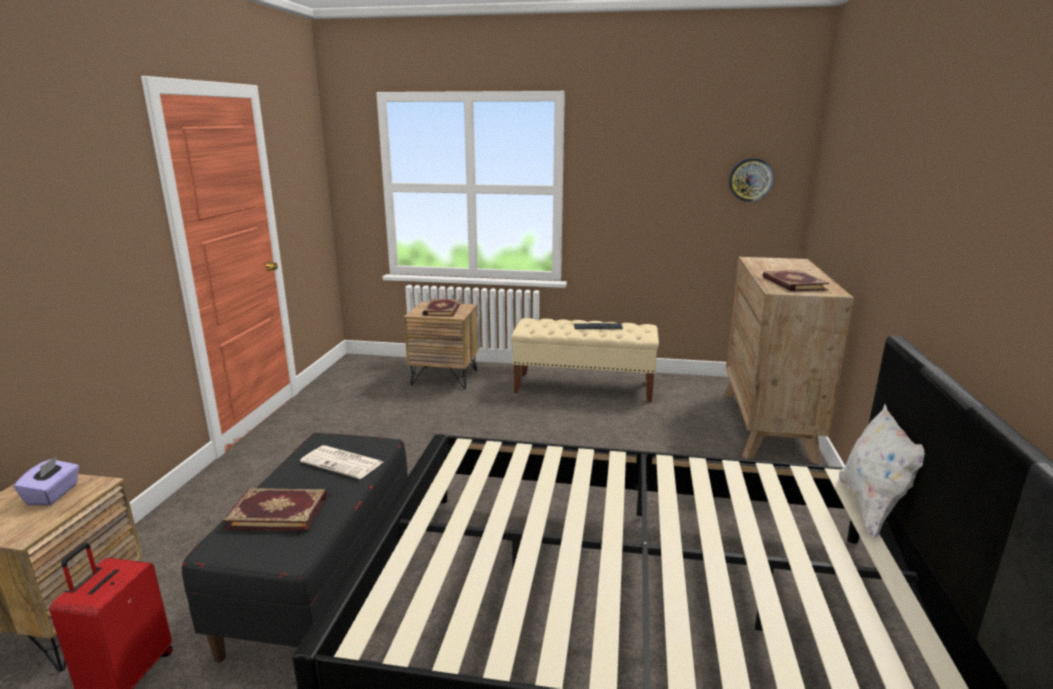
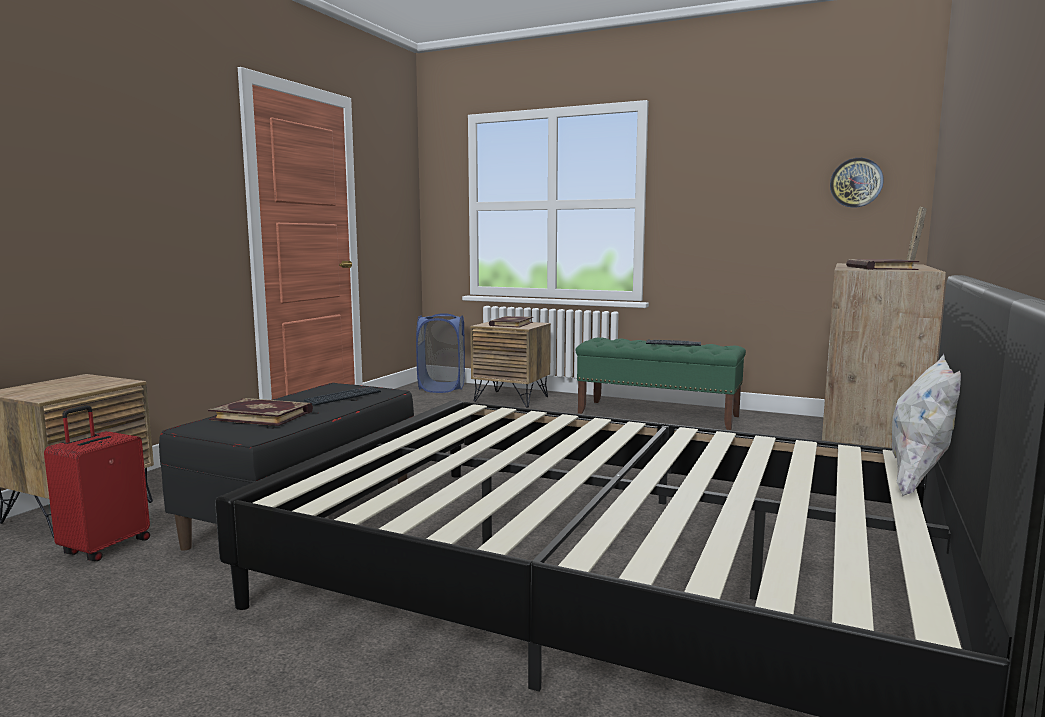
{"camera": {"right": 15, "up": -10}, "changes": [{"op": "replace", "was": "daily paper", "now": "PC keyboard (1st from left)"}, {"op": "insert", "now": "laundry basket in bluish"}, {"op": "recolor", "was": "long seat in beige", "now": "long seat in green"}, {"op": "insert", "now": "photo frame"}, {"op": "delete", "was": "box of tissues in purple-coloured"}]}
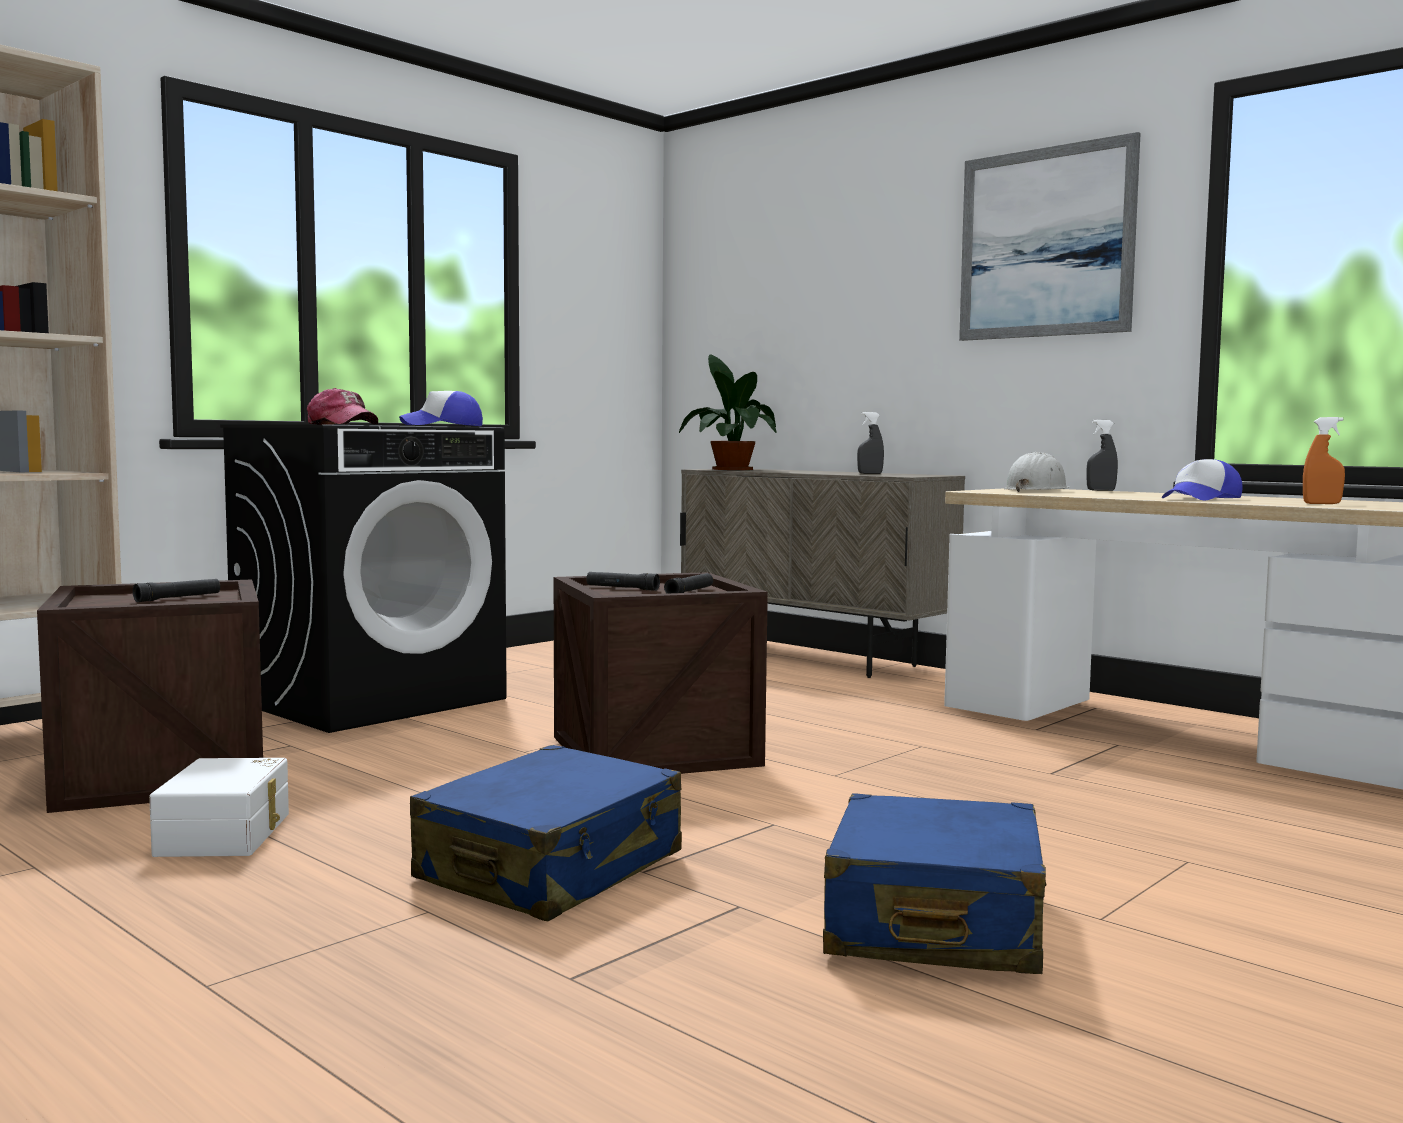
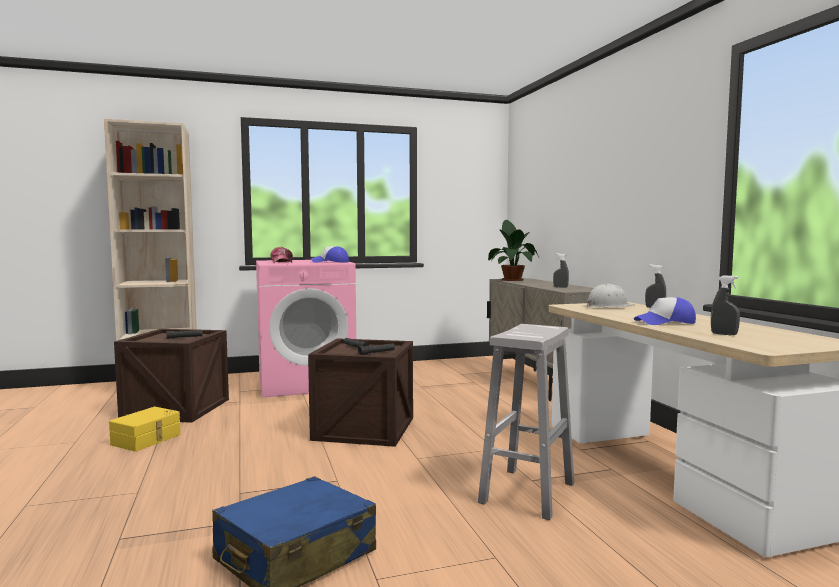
{"camera": {"right": 30, "up": 0}, "changes": [{"op": "recolor", "was": "storage bin in white", "now": "storage bin in yellowish"}, {"op": "recolor", "was": "laundry machine in black-coloured", "now": "laundry machine in pink-coloured"}, {"op": "insert", "now": "stool in white"}, {"op": "recolor", "was": "spray bottle in orange", "now": "spray bottle in greyish (3rd from left)"}, {"op": "delete", "was": "travel case in bluish (1st from left)"}, {"op": "delete", "was": "wall art"}]}
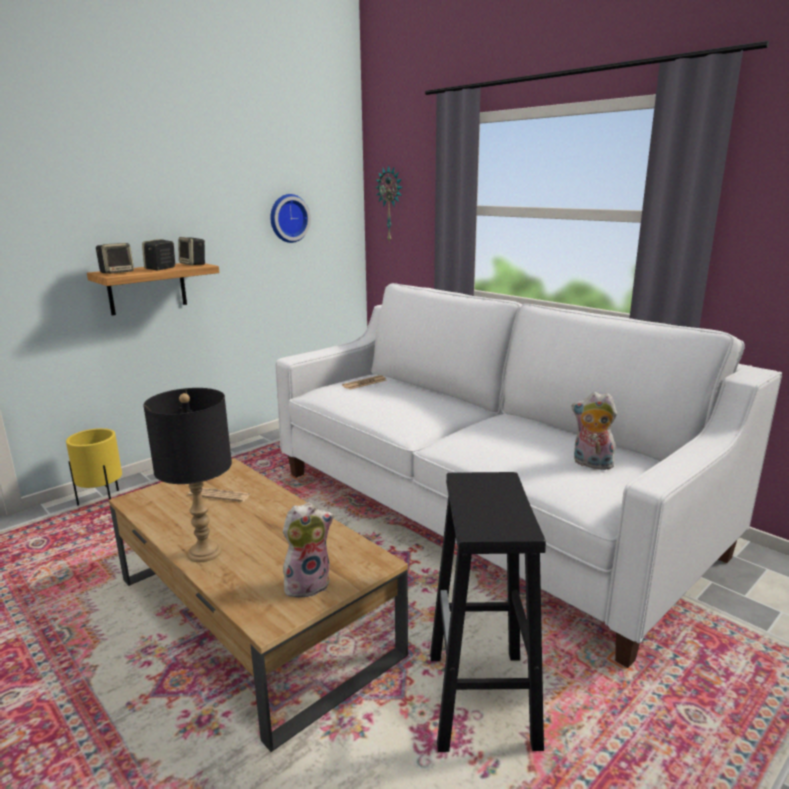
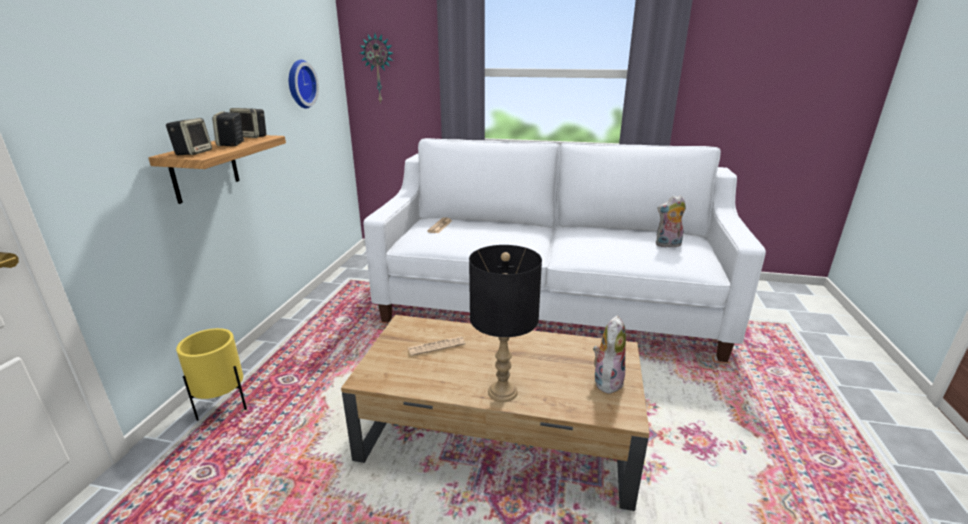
{"camera": {"right": -35, "up": 5}, "changes": [{"op": "delete", "was": "stool in black-coloured"}]}
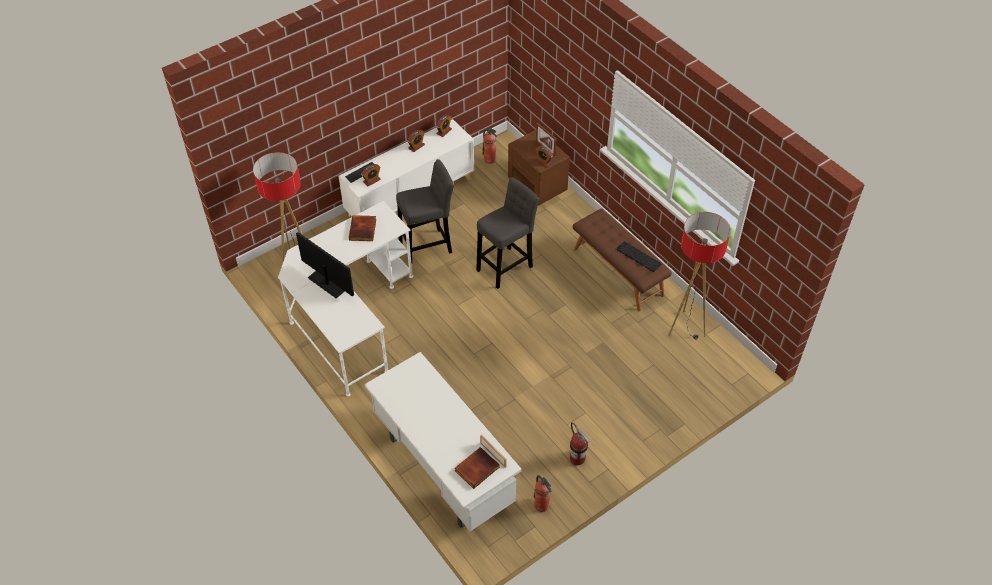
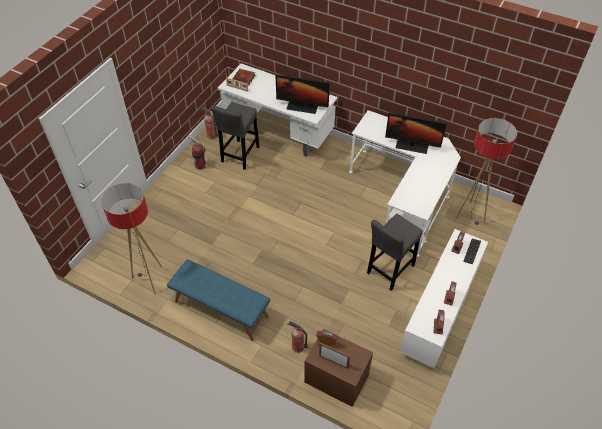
{"camera": {"right": 155, "up": 0}, "changes": [{"op": "recolor", "was": "long seat in brown", "now": "long seat in bluish"}, {"op": "move", "was": "stool in greyish (2nd from left in the first image)", "now": "stool in greyish (1st from left)"}, {"op": "insert", "now": "computer screen (1st from left)"}, {"op": "move", "was": "fire-fighting cylinder (1st from left in the first image)", "now": "fire-fighting cylinder (3rd from left)"}, {"op": "delete", "was": "book (1st from left)"}, {"op": "delete", "was": "PC keyboard (2nd from left)"}]}
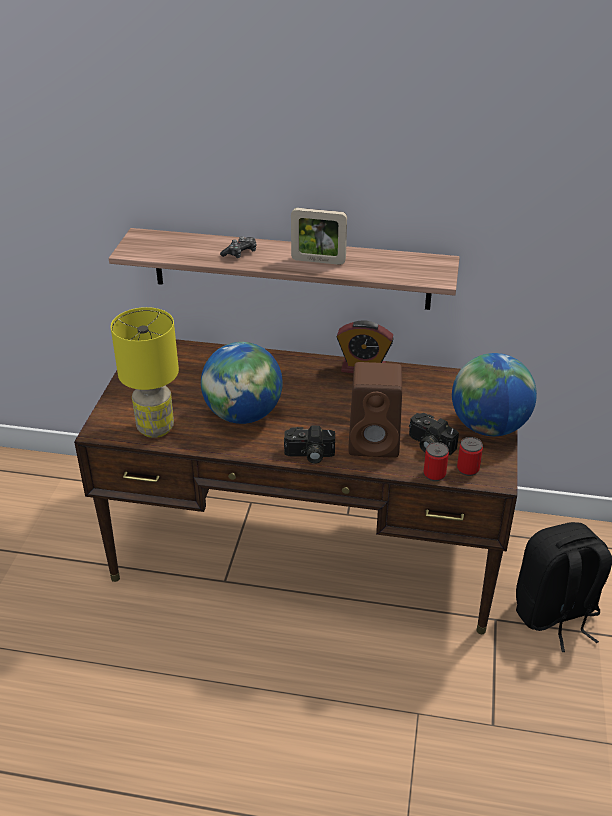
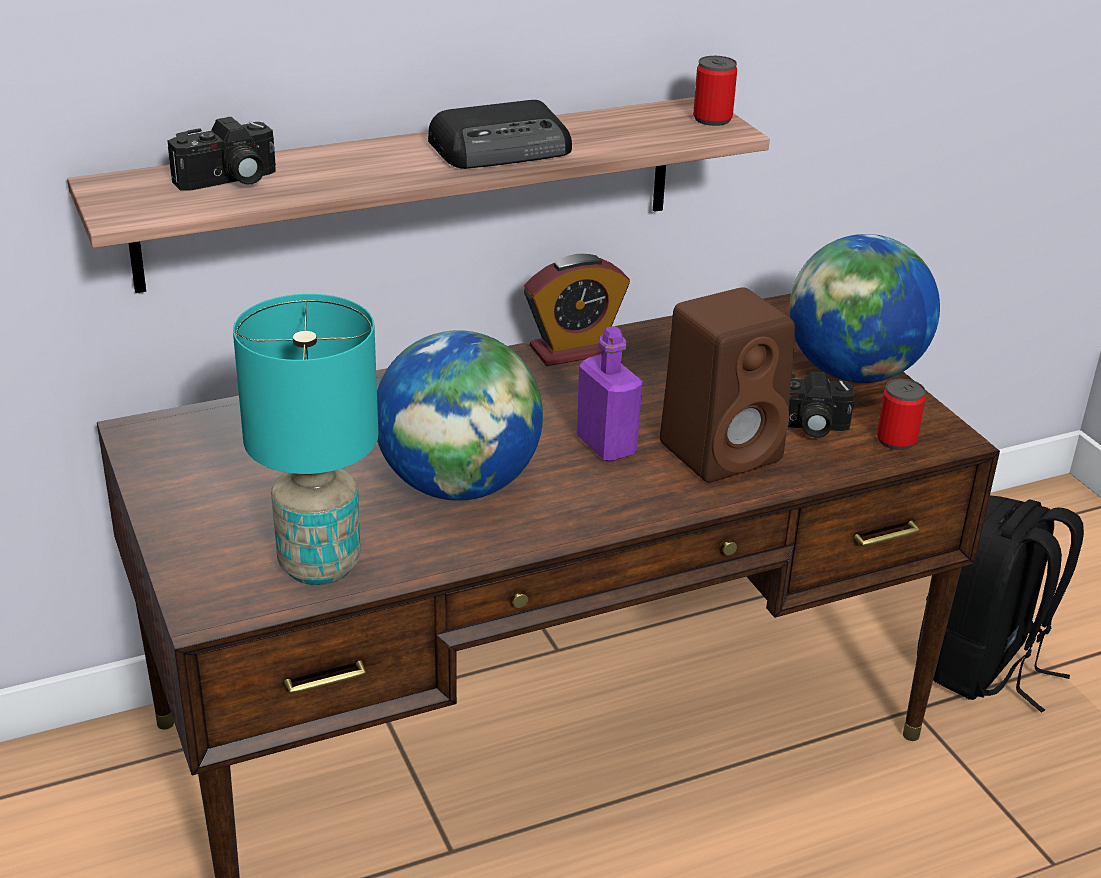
{"camera": {"right": -35, "up": -5}, "changes": [{"op": "move", "was": "still camera (1st from left)"}, {"op": "recolor", "was": "table lamp in yellowish", "now": "table lamp in turquoise"}, {"op": "replace", "was": "photo frame", "now": "radio receiver"}, {"op": "insert", "now": "drink bottle in purple-coloured"}, {"op": "move", "was": "sealed can (1st from left)"}, {"op": "delete", "was": "gamepad"}]}
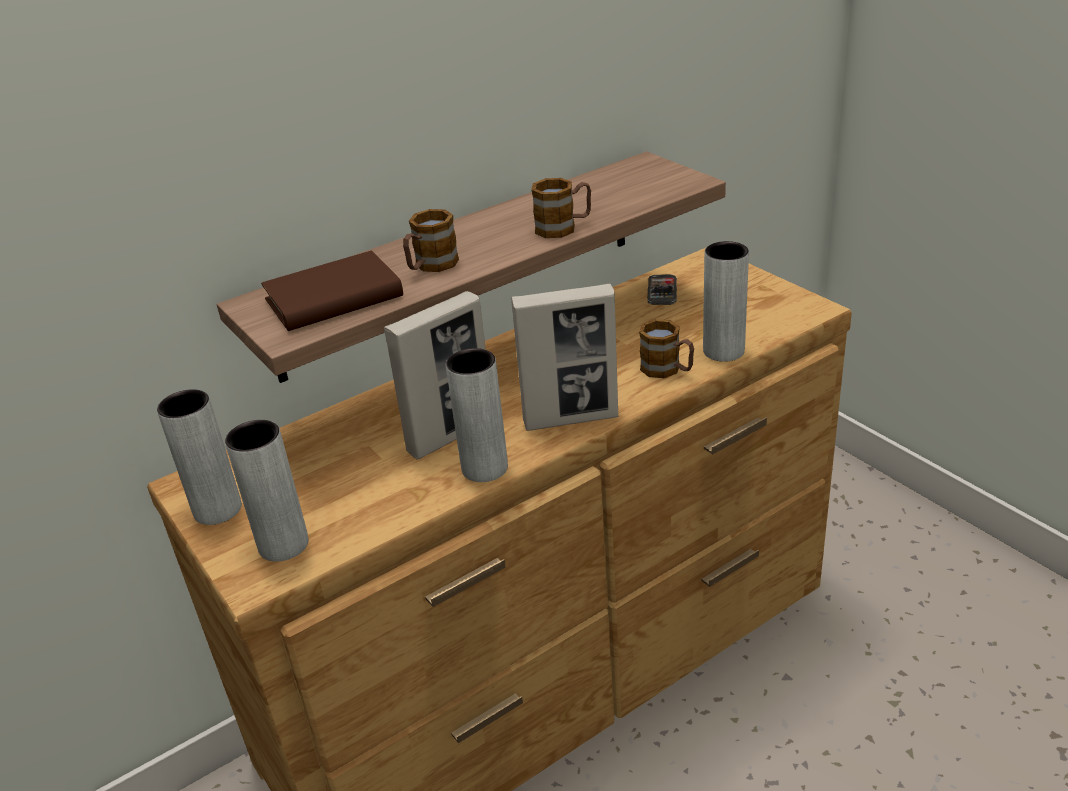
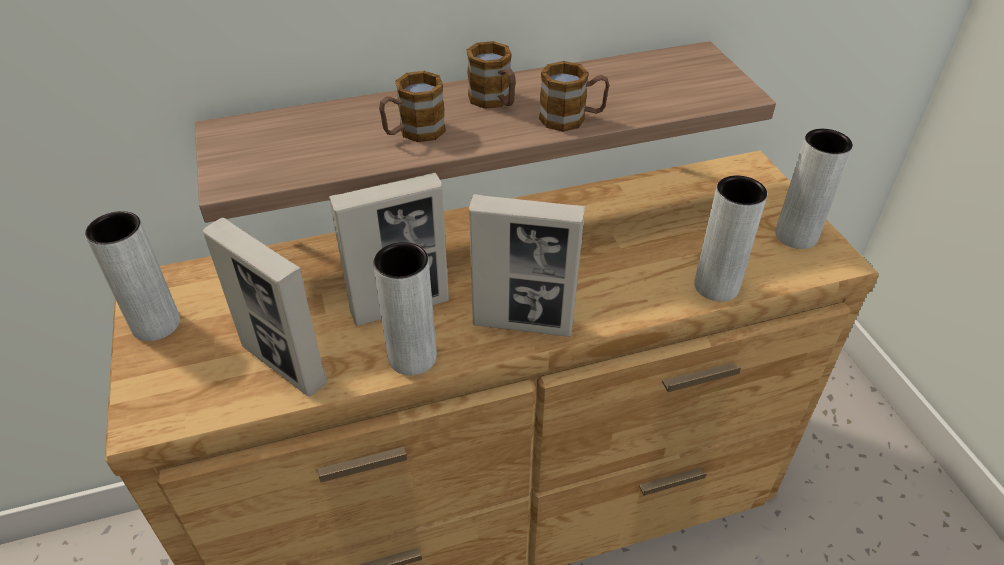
{"camera": {"right": 15, "up": 10}, "changes": [{"op": "insert", "now": "photo frame (1st from left)"}, {"op": "move", "was": "tea mug (3rd from left in the first image)", "now": "tea mug (2nd from left)"}, {"op": "move", "was": "decorative vase in greyish (2nd from left in the first image)", "now": "decorative vase in greyish (4th from left)"}, {"op": "delete", "was": "book in brown"}, {"op": "delete", "was": "telephone"}]}
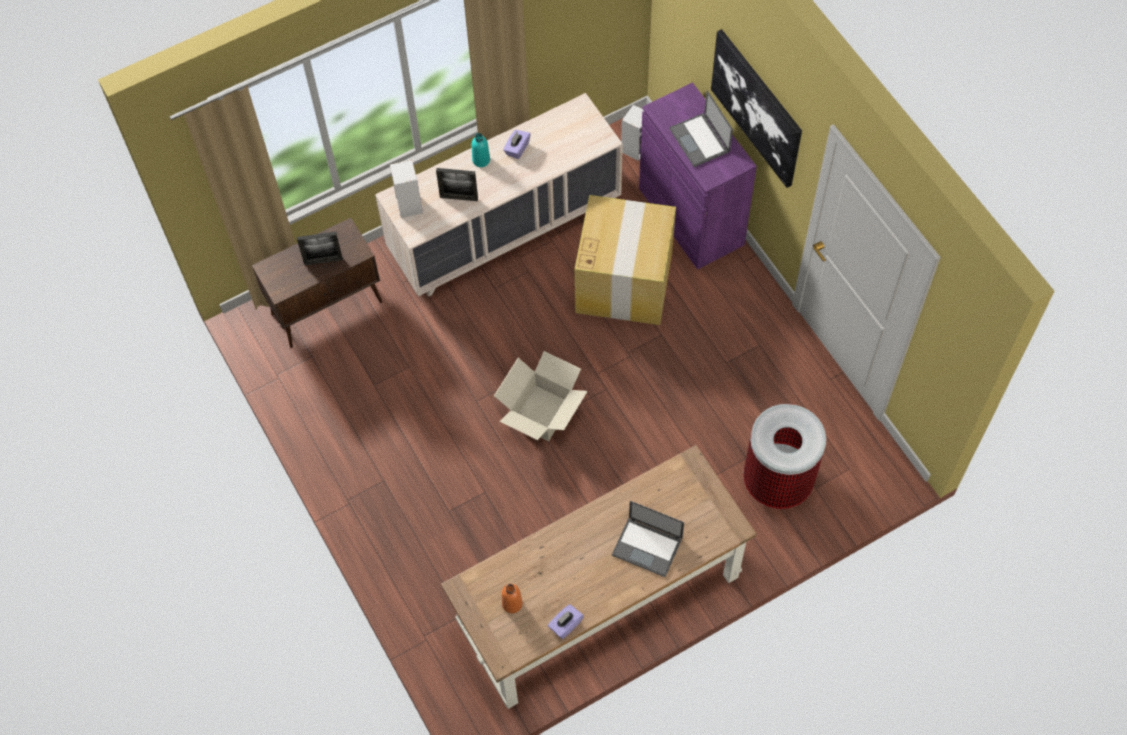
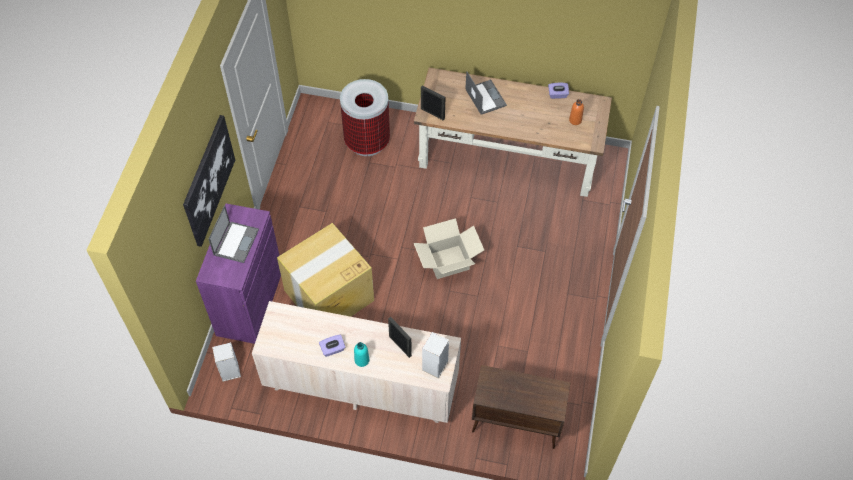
{"camera": {"right": -140, "up": -5}, "changes": [{"op": "move", "was": "photo frame (1st from left in the first image)", "now": "photo frame (2nd from left)"}]}
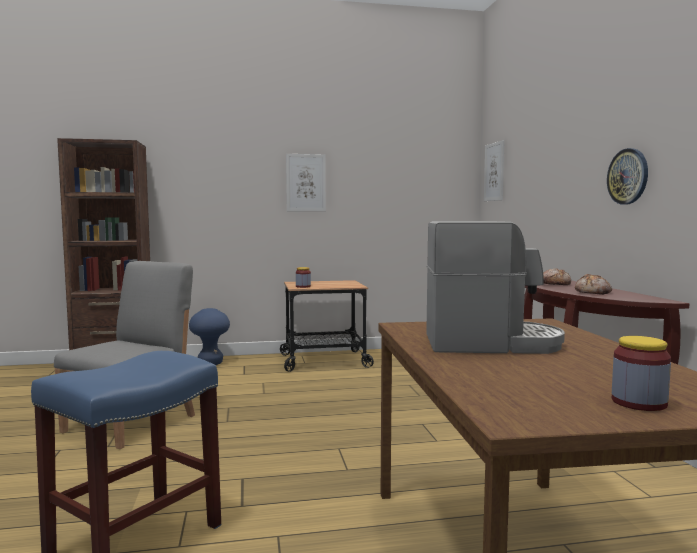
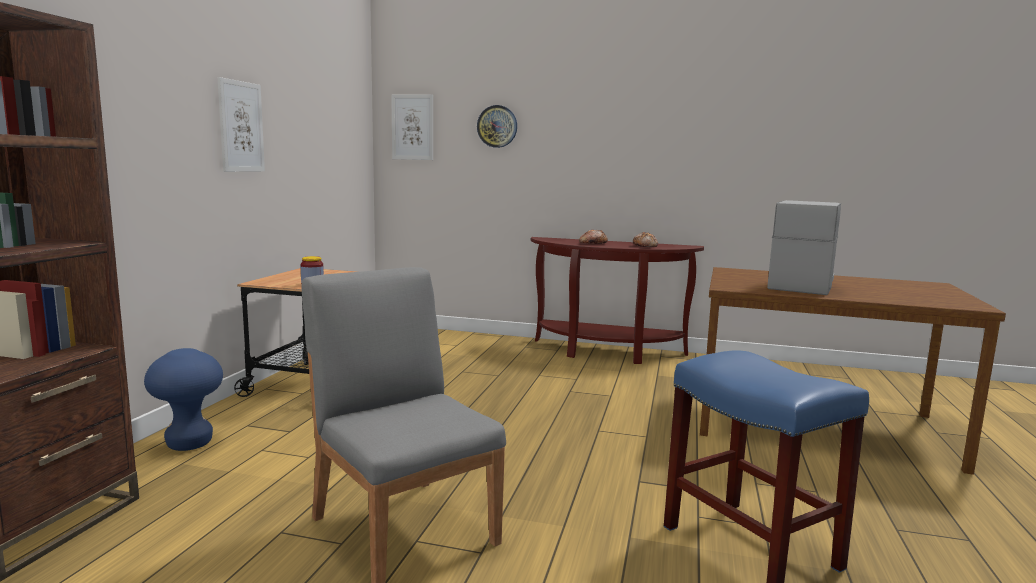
{"camera": {"right": -65, "up": 5}, "changes": [{"op": "move", "was": "wall clock"}, {"op": "delete", "was": "jar (2nd from left)"}]}
